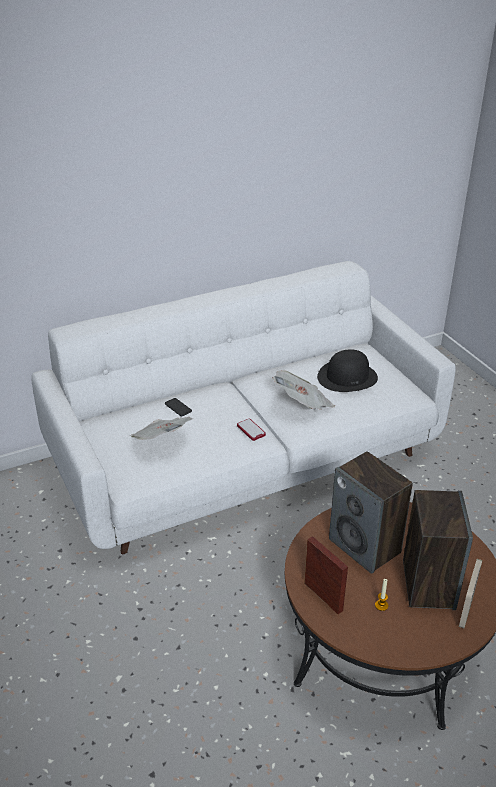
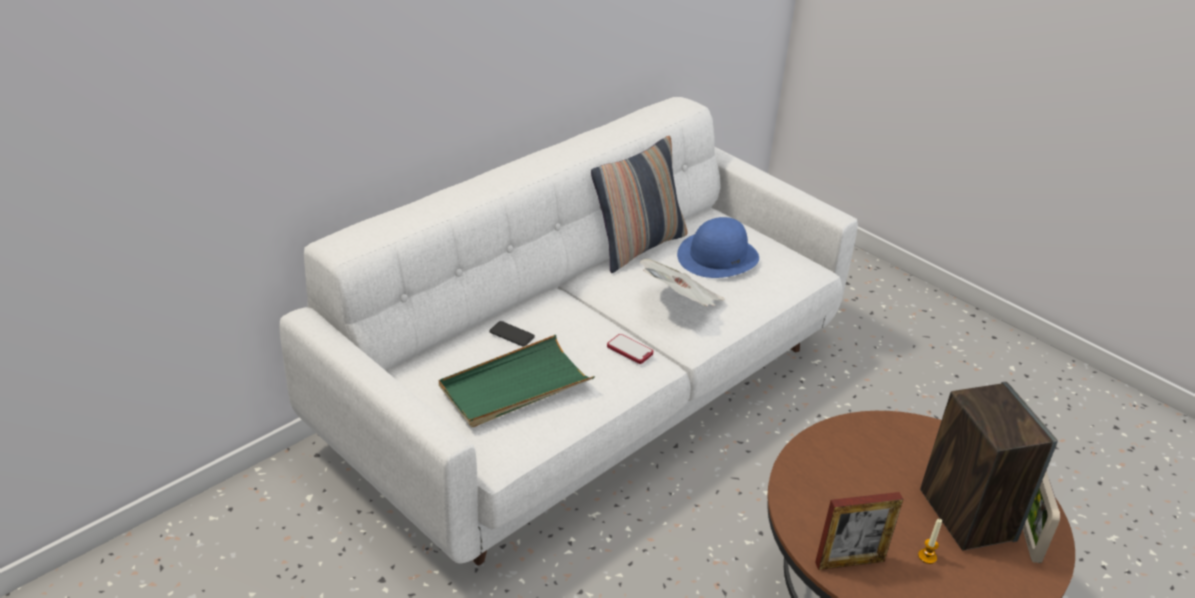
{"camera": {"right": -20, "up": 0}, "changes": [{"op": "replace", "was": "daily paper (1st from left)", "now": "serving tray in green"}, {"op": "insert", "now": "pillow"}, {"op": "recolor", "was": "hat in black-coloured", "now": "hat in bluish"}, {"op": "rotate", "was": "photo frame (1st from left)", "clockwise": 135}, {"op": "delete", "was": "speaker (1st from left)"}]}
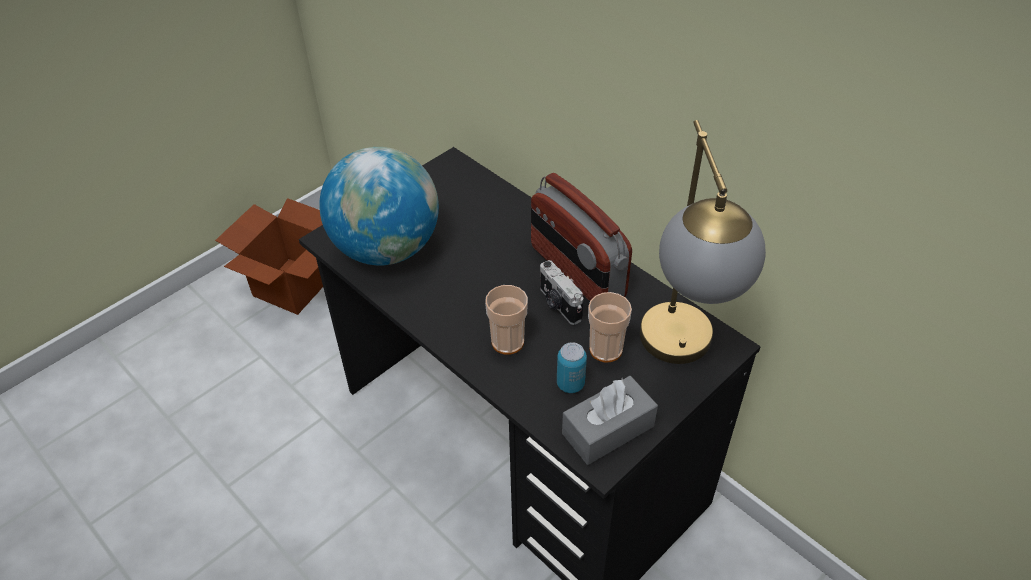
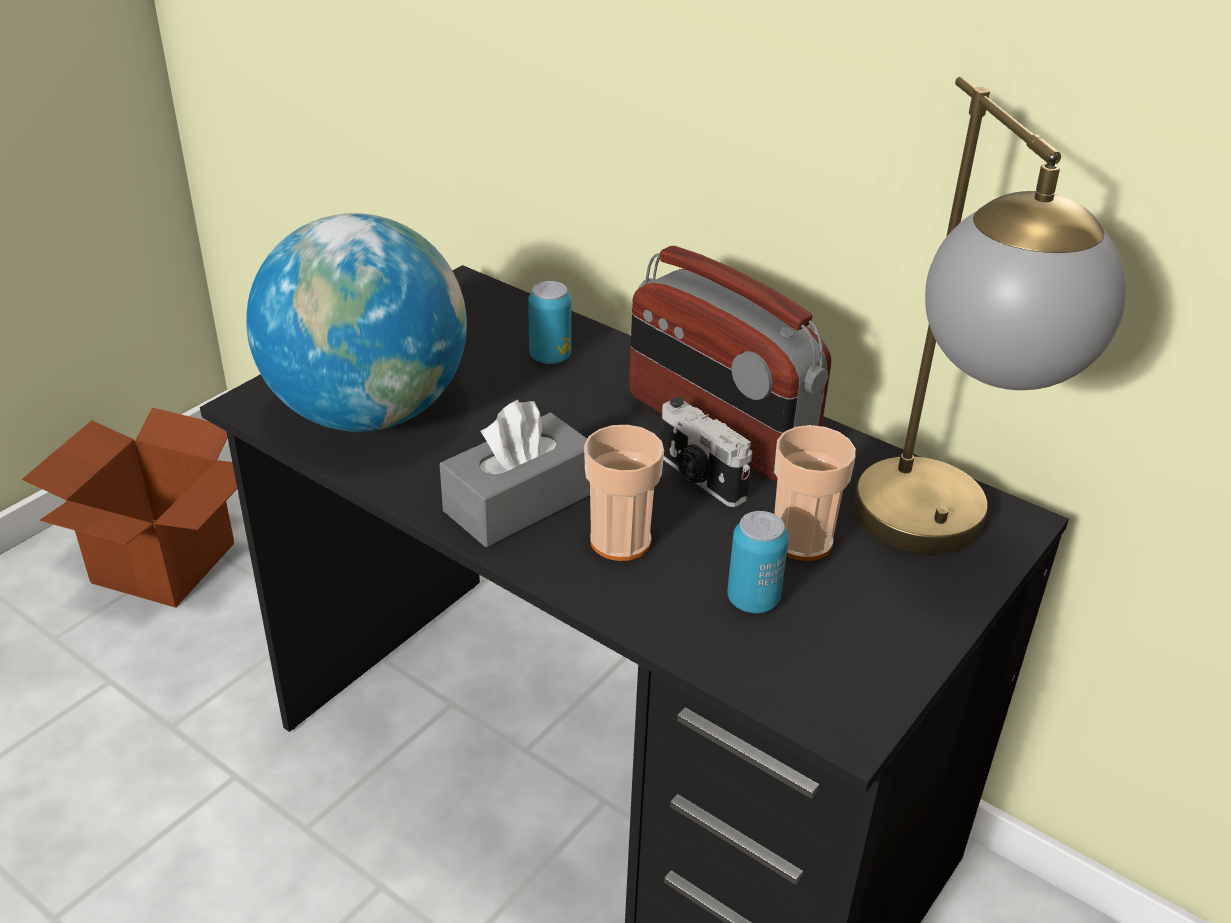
{"camera": {"right": -10, "up": -10}, "changes": [{"op": "move", "was": "box of tissues in greyish"}, {"op": "insert", "now": "sealed can (1st from left)"}]}
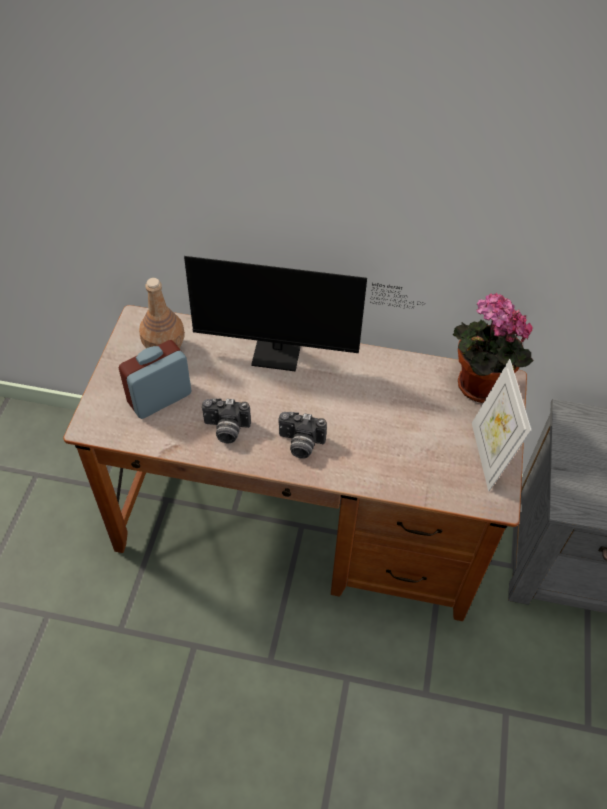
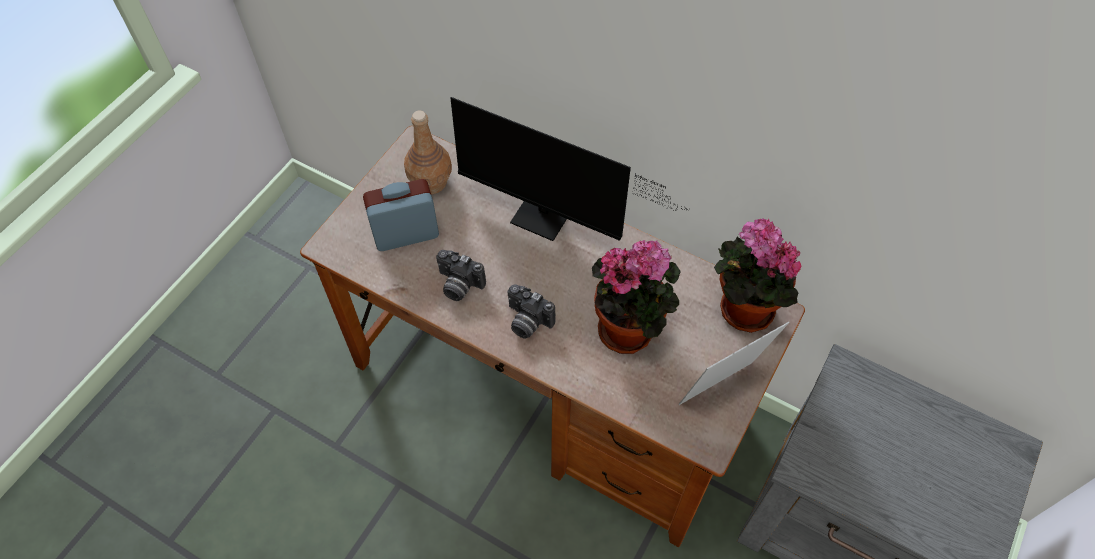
{"camera": {"right": 20, "up": 5}, "changes": [{"op": "insert", "now": "houseplant (1st from left)"}, {"op": "rotate", "was": "photo frame", "clockwise": 45}]}
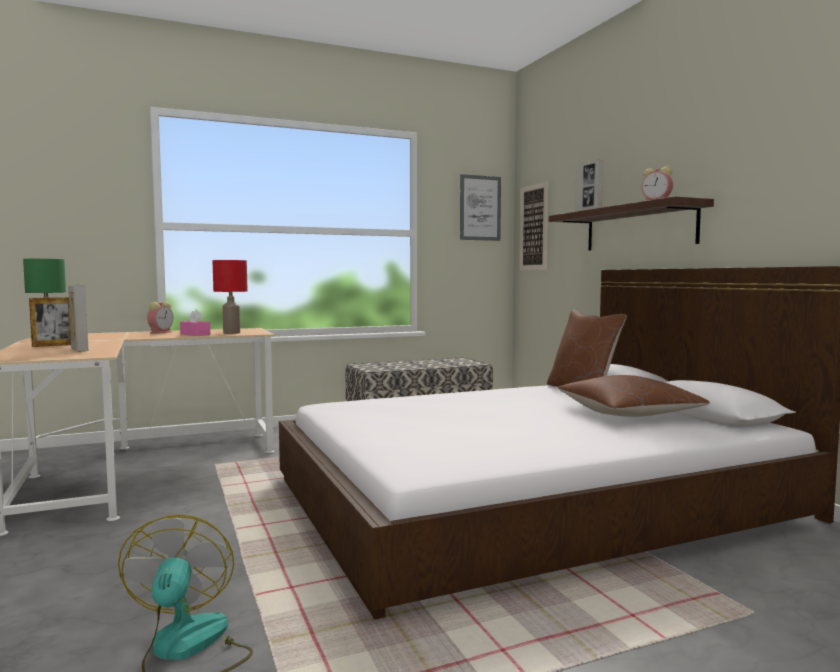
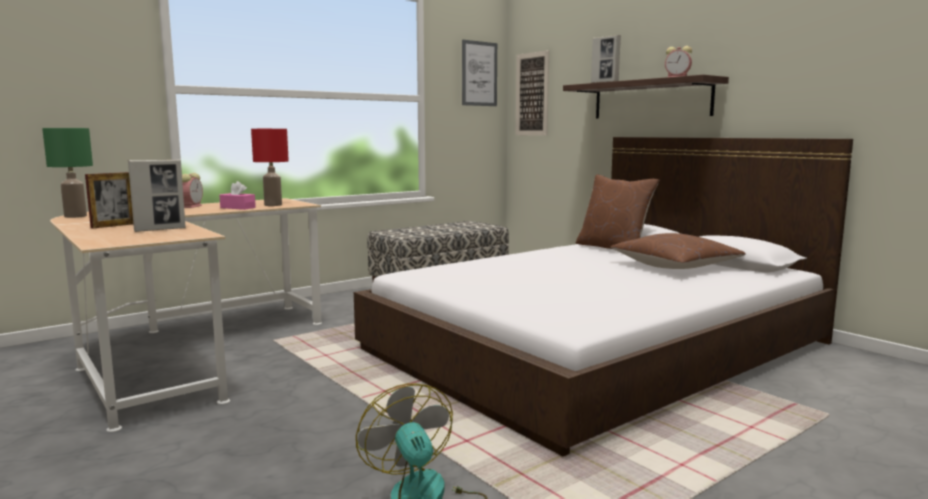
{"camera": {"right": -15, "up": 5}, "changes": [{"op": "rotate", "was": "photo frame (2nd from left)", "clockwise": 105}]}
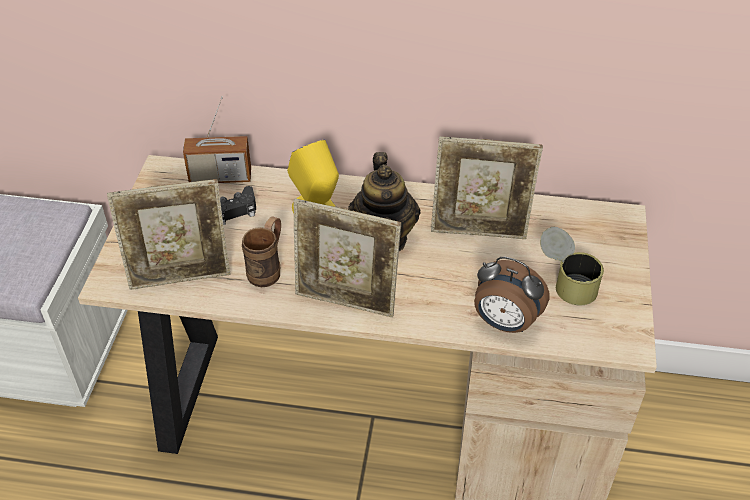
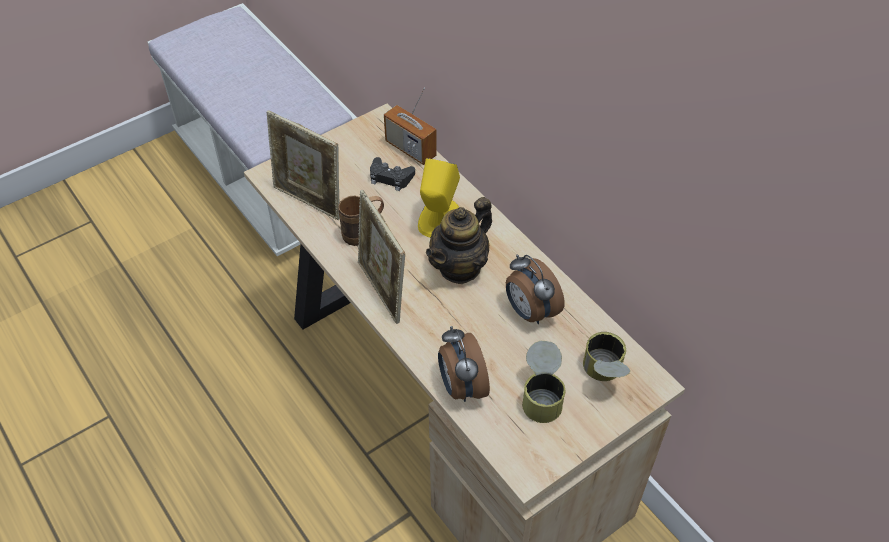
{"camera": {"right": 45, "up": 5}, "changes": [{"op": "replace", "was": "photo frame (3rd from left)", "now": "bedside clock (2nd from left)"}, {"op": "insert", "now": "sealed can (2nd from left)"}]}
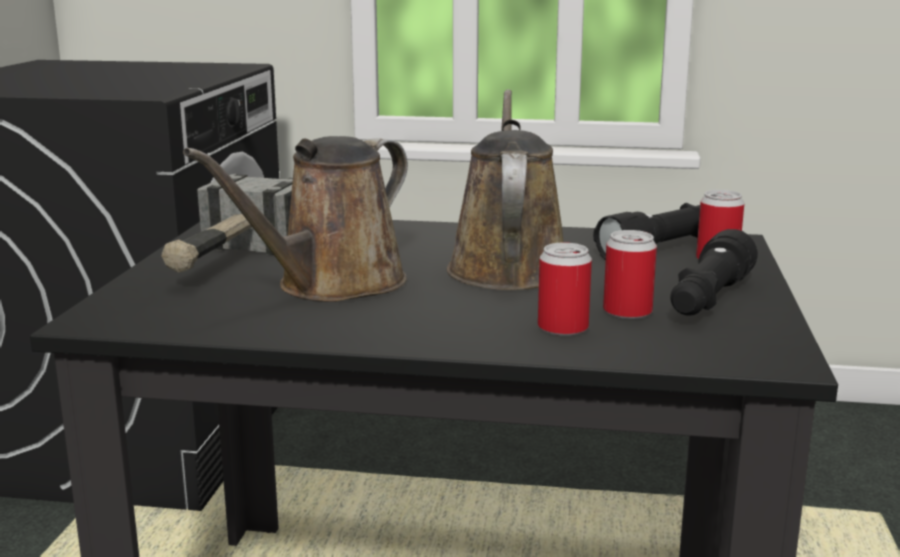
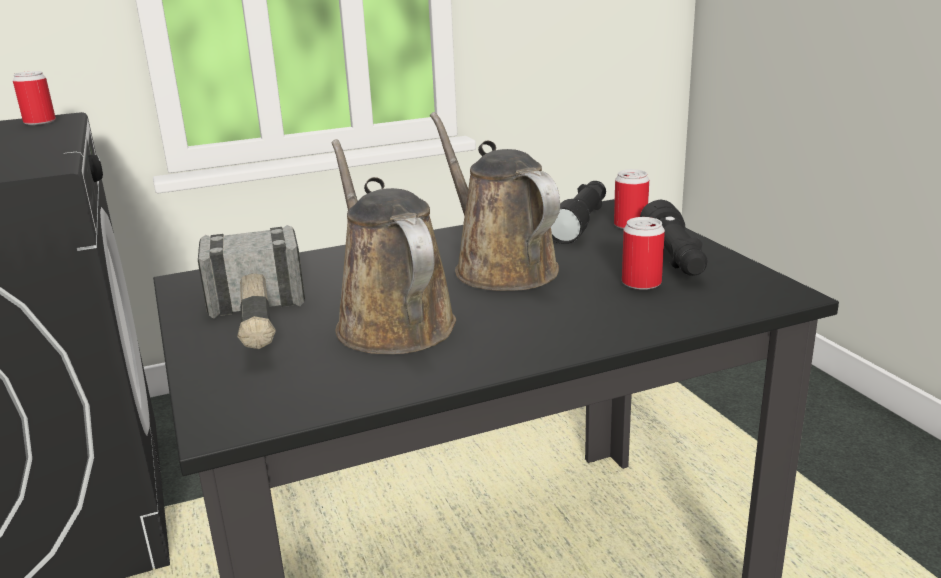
{"camera": {"right": -30, "up": 5}, "changes": [{"op": "move", "was": "sealed can (1st from left)"}, {"op": "rotate", "was": "watering pot in brown (1st from left)", "clockwise": 150}]}
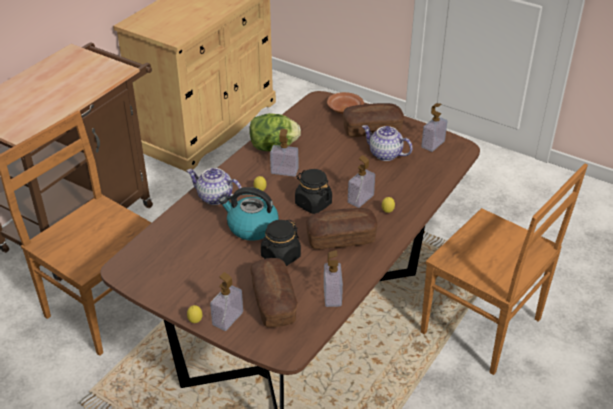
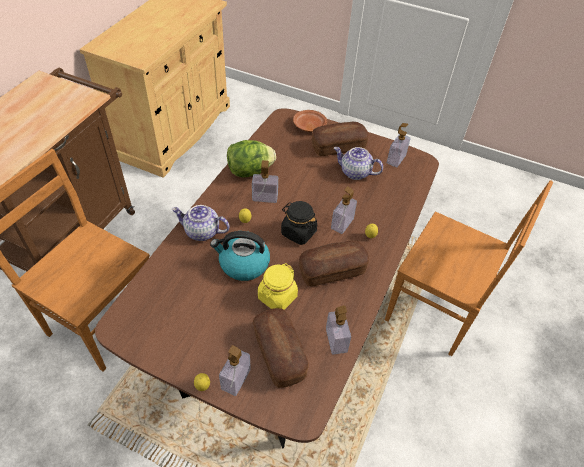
{"camera": {"right": -10, "up": 10}, "changes": [{"op": "recolor", "was": "jar in black-coloured (1st from left)", "now": "jar in yellowish"}]}
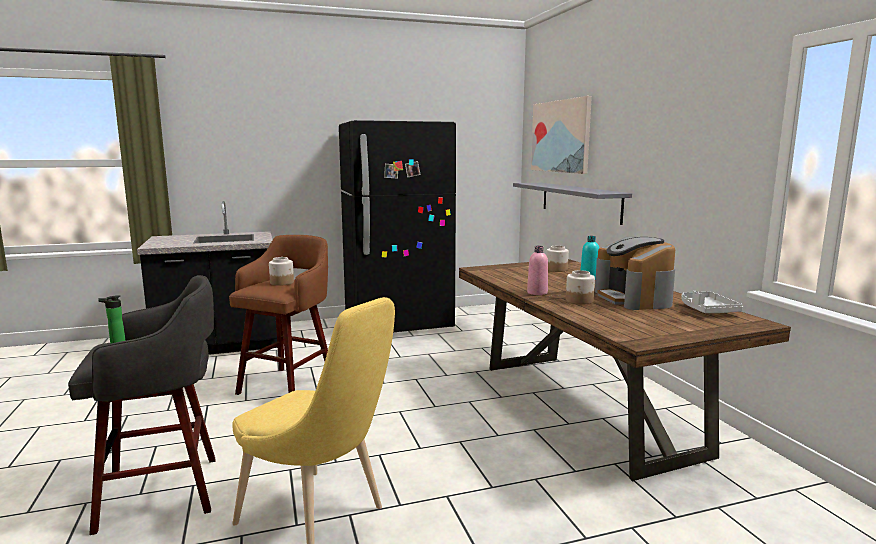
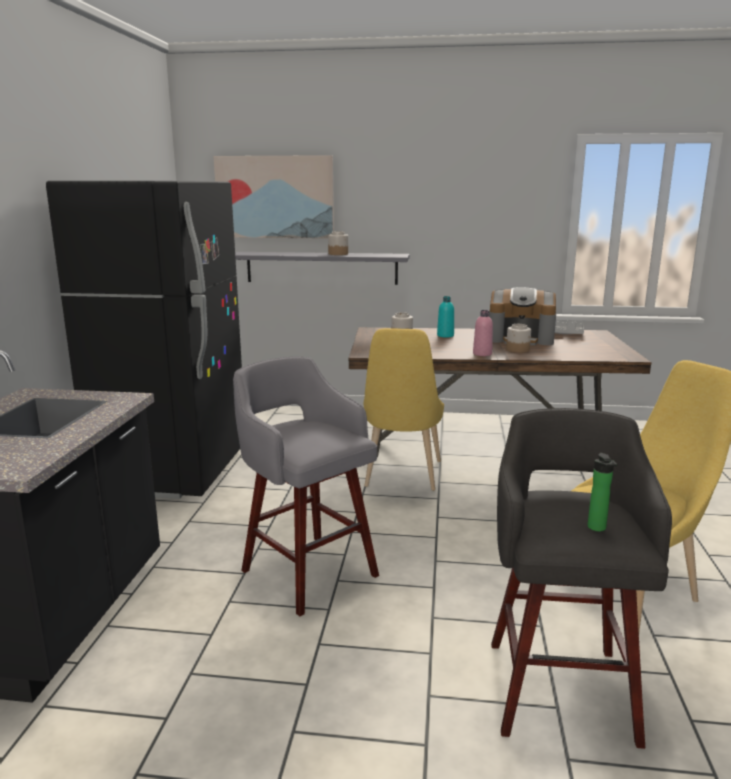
{"camera": {"right": -65, "up": 5}, "changes": [{"op": "recolor", "was": "stool in brown", "now": "stool in greyish (1st from left)"}, {"op": "move", "was": "jar (1st from left)"}, {"op": "insert", "now": "upright chair in yellowish (1st from left)"}]}
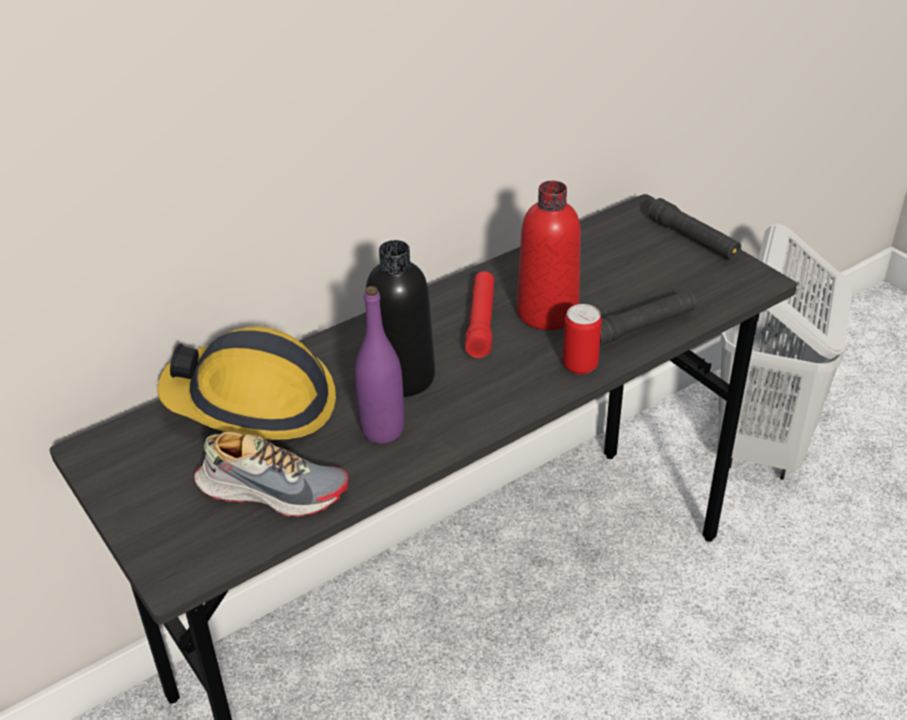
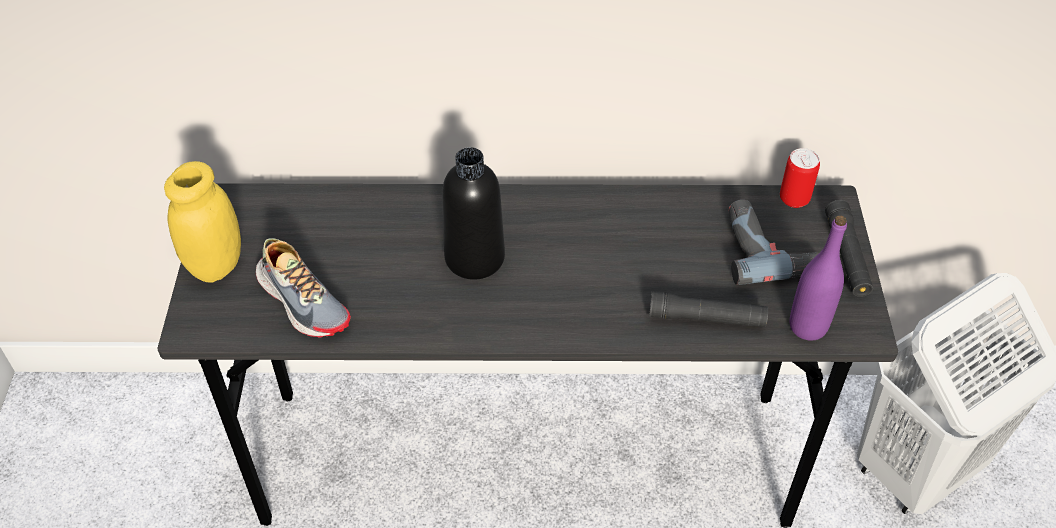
{"camera": {"right": 35, "up": 10}, "changes": [{"op": "insert", "now": "jar in yellowish"}, {"op": "insert", "now": "electric drill"}, {"op": "move", "was": "sealed can"}, {"op": "move", "was": "drink bottle in purple-coloured"}, {"op": "delete", "was": "work helmet"}, {"op": "delete", "was": "torch in red-coloured"}, {"op": "delete", "was": "drink bottle in red-coloured"}]}
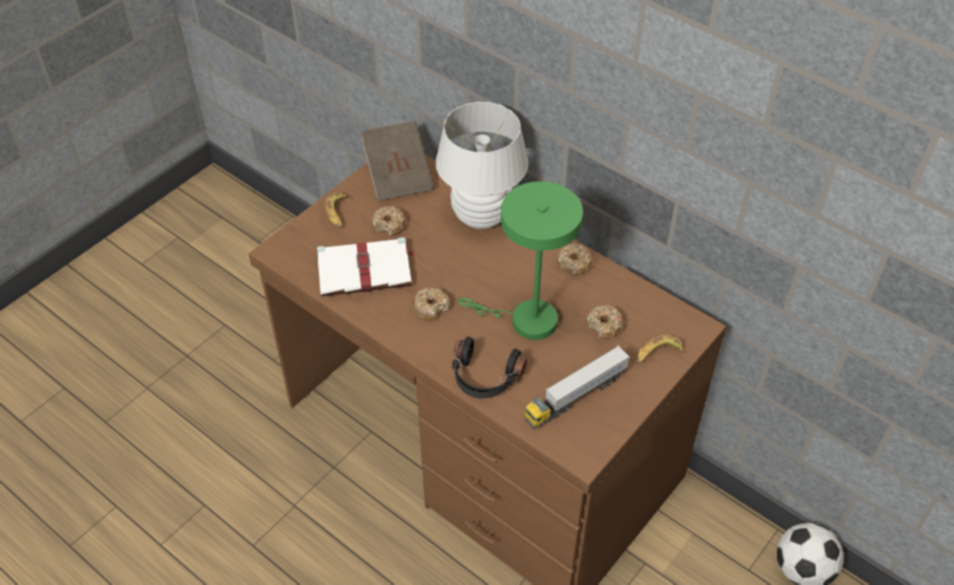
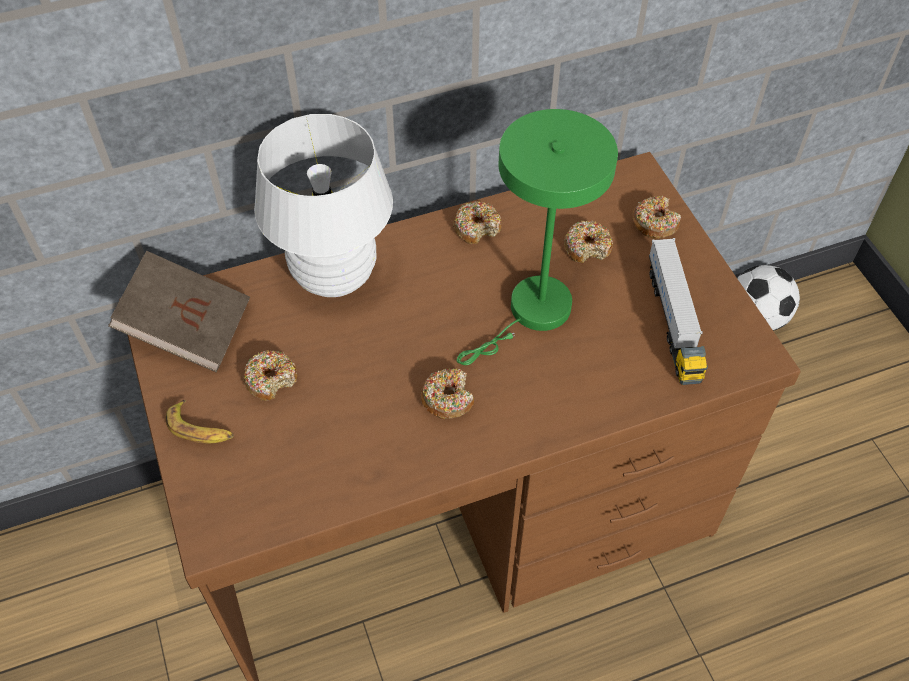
{"camera": {"right": -60, "up": 5}, "changes": [{"op": "replace", "was": "banana (2nd from left)", "now": "doughnut (5th from left)"}, {"op": "delete", "was": "book in white"}, {"op": "delete", "was": "headset in black-coloured"}]}
